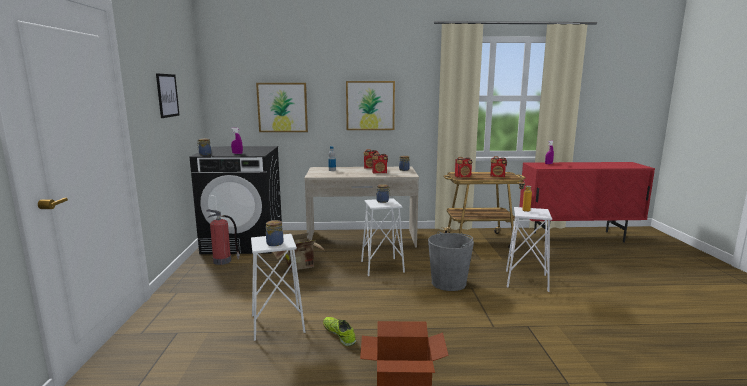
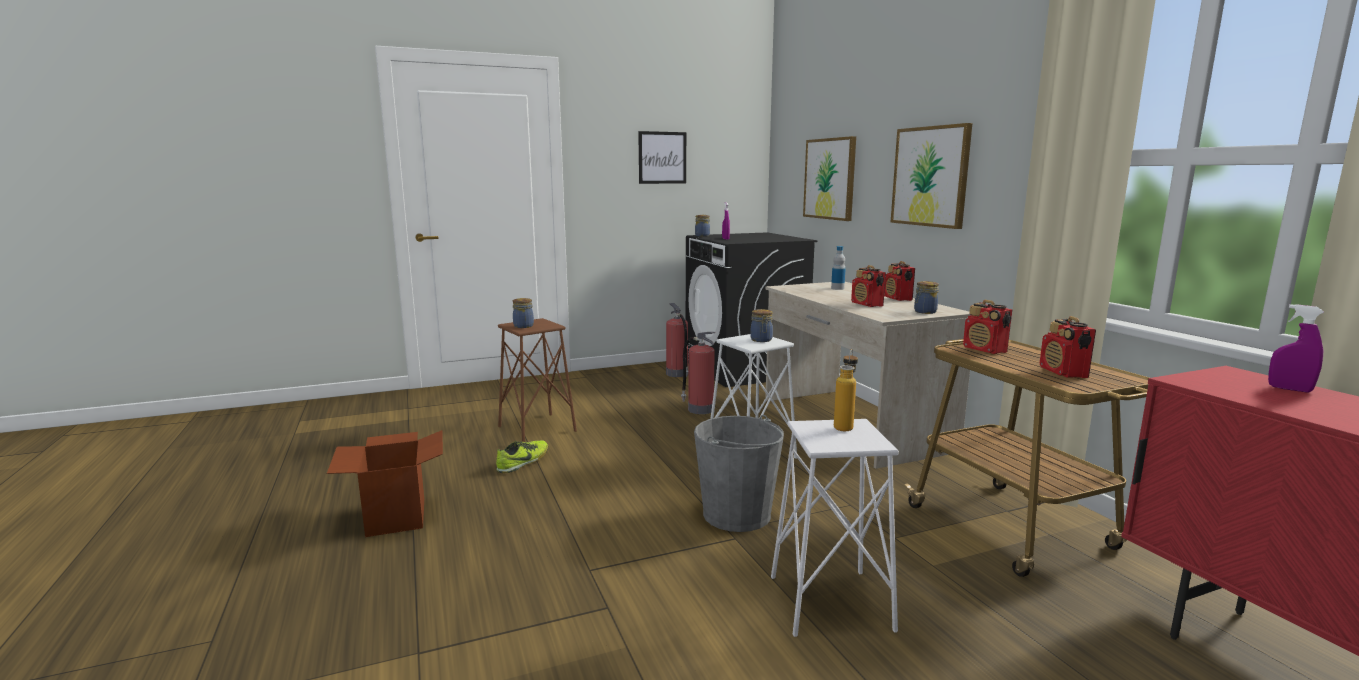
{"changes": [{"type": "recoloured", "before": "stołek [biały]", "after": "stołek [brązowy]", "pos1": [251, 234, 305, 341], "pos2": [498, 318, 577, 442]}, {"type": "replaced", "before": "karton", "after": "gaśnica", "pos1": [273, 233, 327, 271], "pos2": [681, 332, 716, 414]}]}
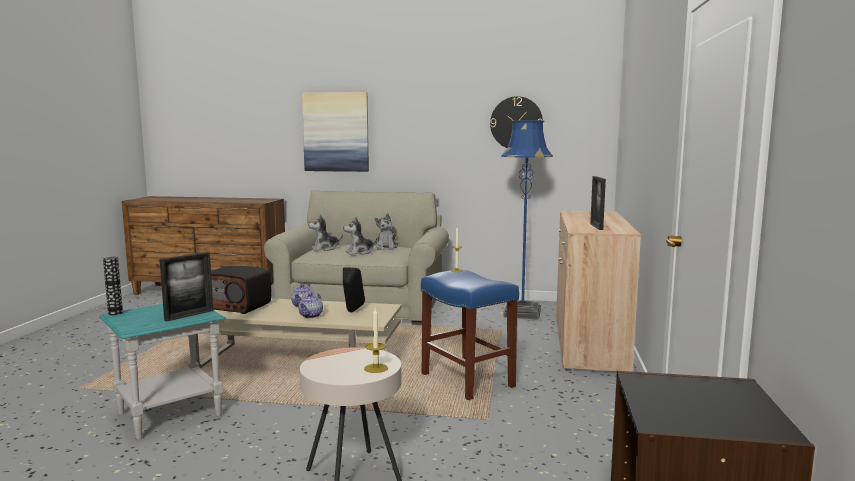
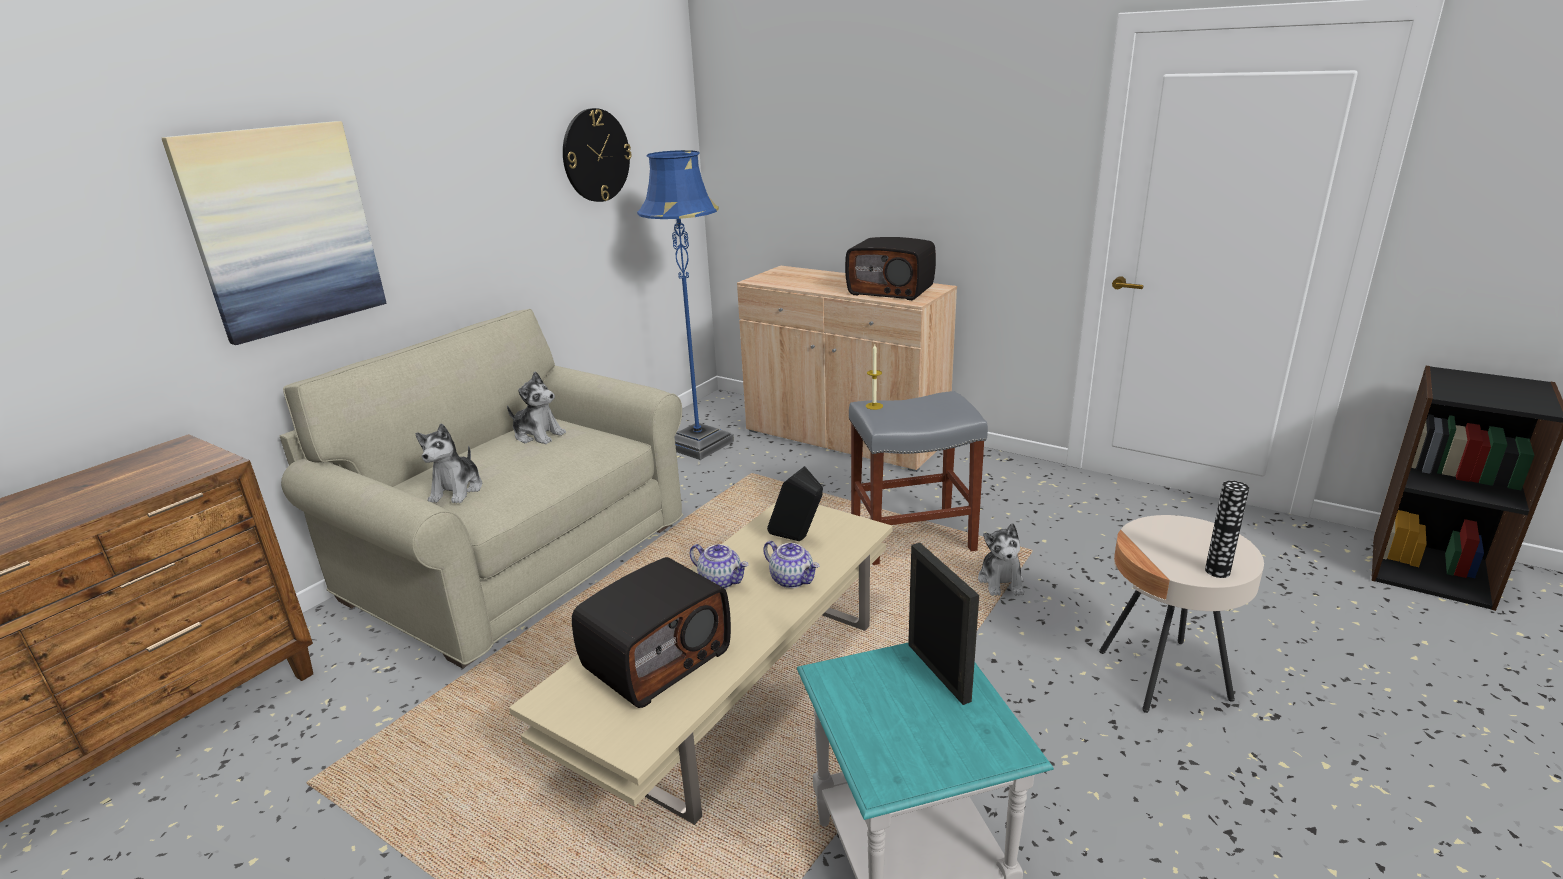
{"changes": [{"type": "replaced", "before": "ramka na zdjęcie", "after": "radio", "pos1": [590, 176, 606, 230], "pos2": [845, 237, 936, 300]}, {"type": "recoloured", "before": "stołek [niebieski]", "after": "stołek [szary]", "pos1": [421, 270, 519, 400], "pos2": [849, 391, 988, 565]}, {"type": "moved", "before": "pluszak", "pos1": [343, 217, 378, 255], "pos2": [978, 523, 1024, 596]}, {"type": "moved", "before": "wazon", "pos1": [103, 257, 123, 316], "pos2": [1205, 481, 1249, 578]}, {"type": "removed", "before": "świeca", "pos1": [364, 308, 388, 373]}]}
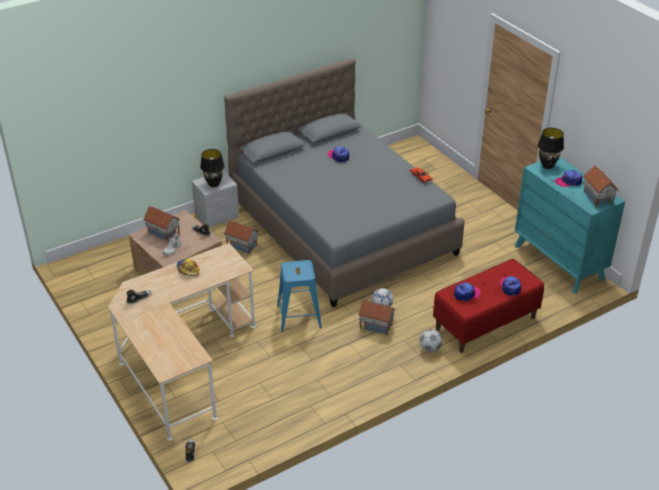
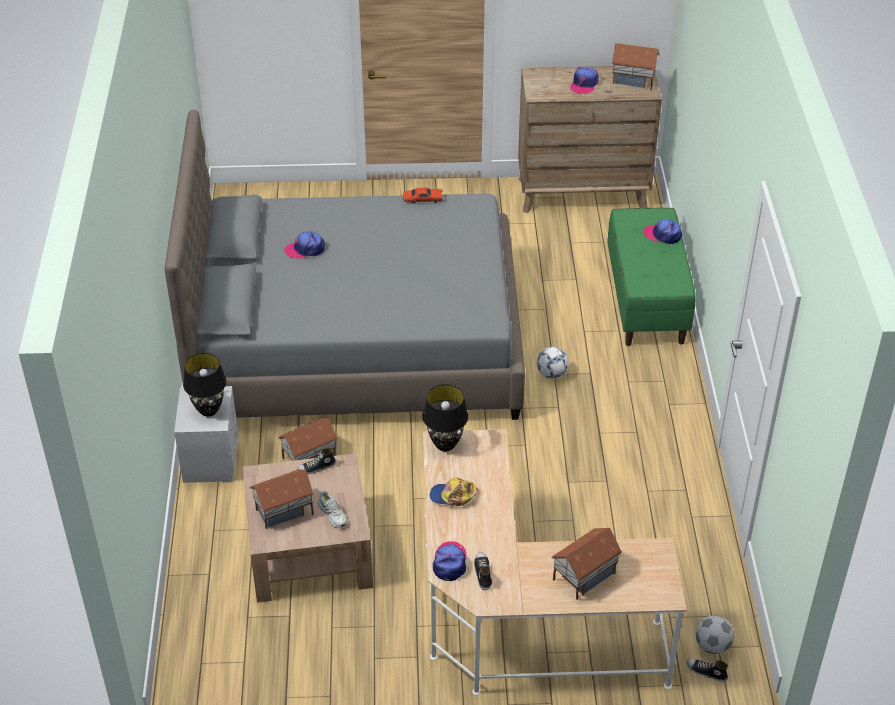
{"changes": [{"type": "moved", "before": "lampa stołowa [czarny]", "pos1": [538, 128, 564, 169], "pos2": [423, 384, 468, 451]}, {"type": "moved", "before": "czapka z daszkiem", "pos1": [454, 282, 481, 301], "pos2": [433, 541, 467, 581]}, {"type": "recoloured", "before": "komoda [turkusowy]", "after": "komoda [brązowy]", "pos1": [515, 157, 625, 294], "pos2": [518, 66, 662, 213]}, {"type": "moved", "before": "domek", "pos1": [358, 300, 396, 335], "pos2": [551, 528, 622, 600]}, {"type": "recoloured", "before": "ławka [czerwony]", "after": "ławka [zielony]", "pos1": [433, 259, 544, 353], "pos2": [607, 208, 696, 346]}, {"type": "moved", "before": "piłka futbolowa", "pos1": [420, 329, 442, 352], "pos2": [696, 615, 734, 654]}, {"type": "removed", "before": "stołek [niebieski]", "pos1": [277, 260, 322, 332]}]}
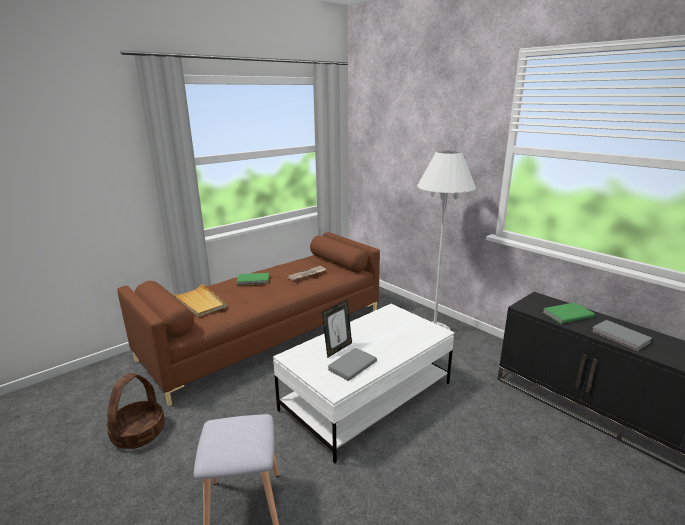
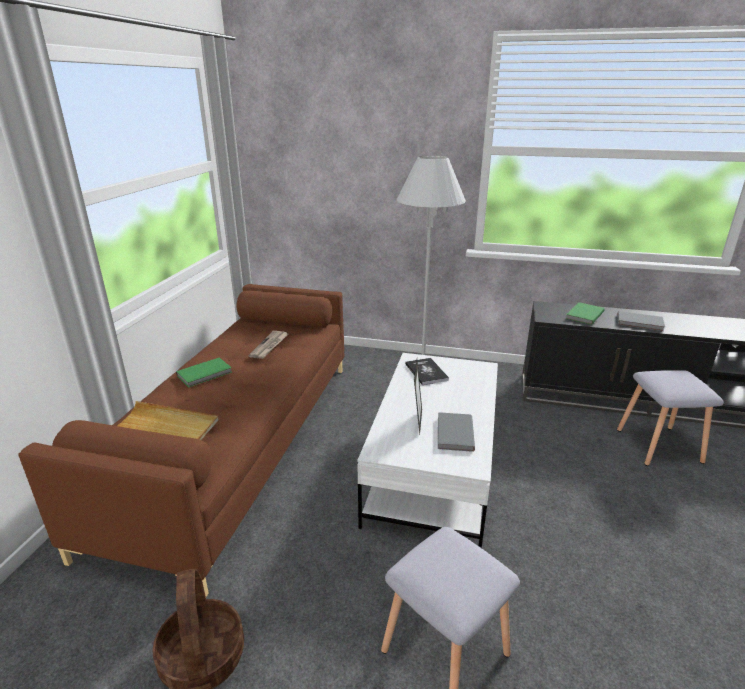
{"changes": [{"type": "added", "after": "książka", "pos2": [405, 358, 449, 385]}, {"type": "added", "after": "stołek [szary]", "pos2": [617, 370, 724, 466]}]}
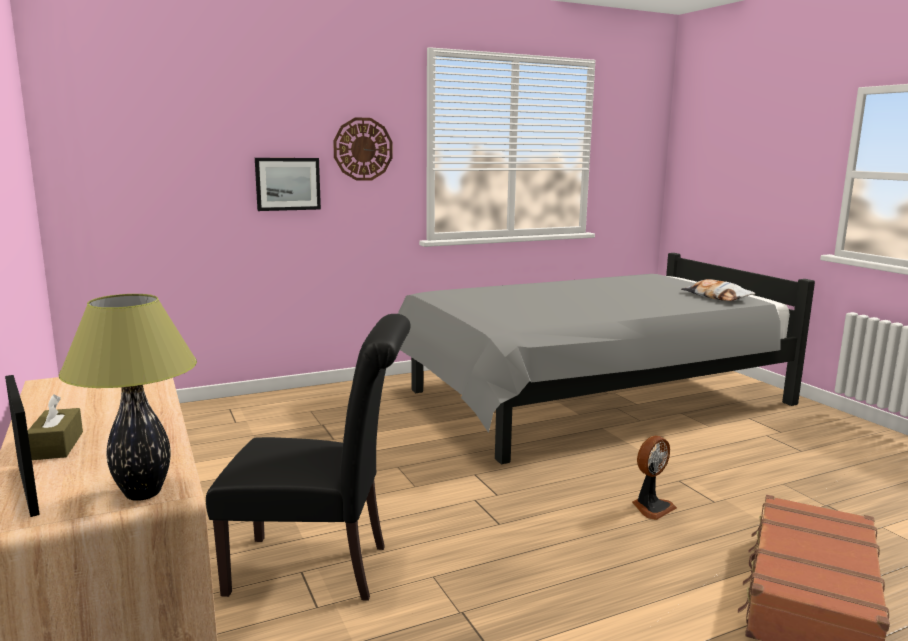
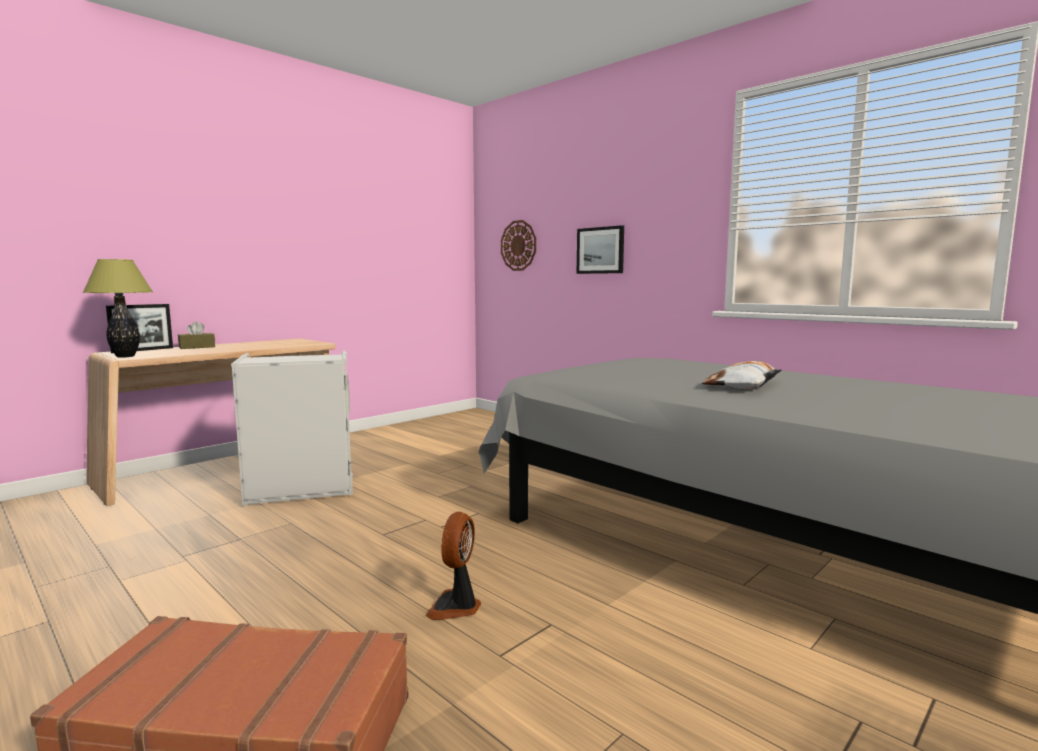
{"changes": [{"type": "replaced", "before": "krzesło [czarny]", "after": "kosz na pranie [szary]", "pos1": [206, 314, 411, 601], "pos2": [231, 350, 353, 506]}, {"type": "turned", "before": "wentylator", "pos1": [632, 436, 677, 520], "pos2": [425, 512, 481, 620], "turn": 75}, {"type": "moved", "before": "zegar ścienny", "pos1": [333, 117, 393, 181], "pos2": [501, 220, 536, 271]}, {"type": "moved", "before": "poduszka", "pos1": [681, 279, 756, 301], "pos2": [701, 361, 782, 390]}]}
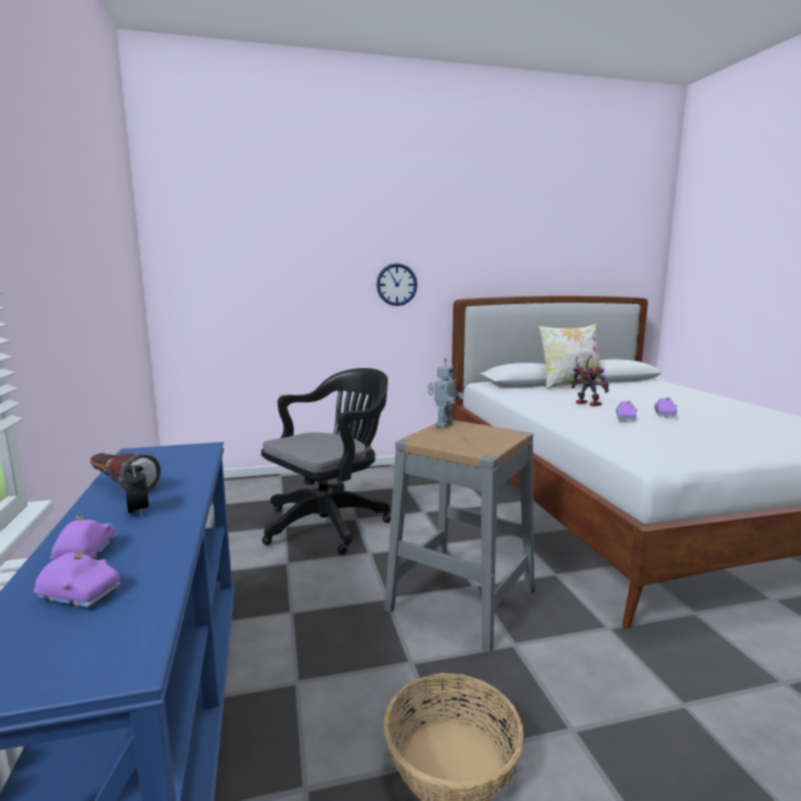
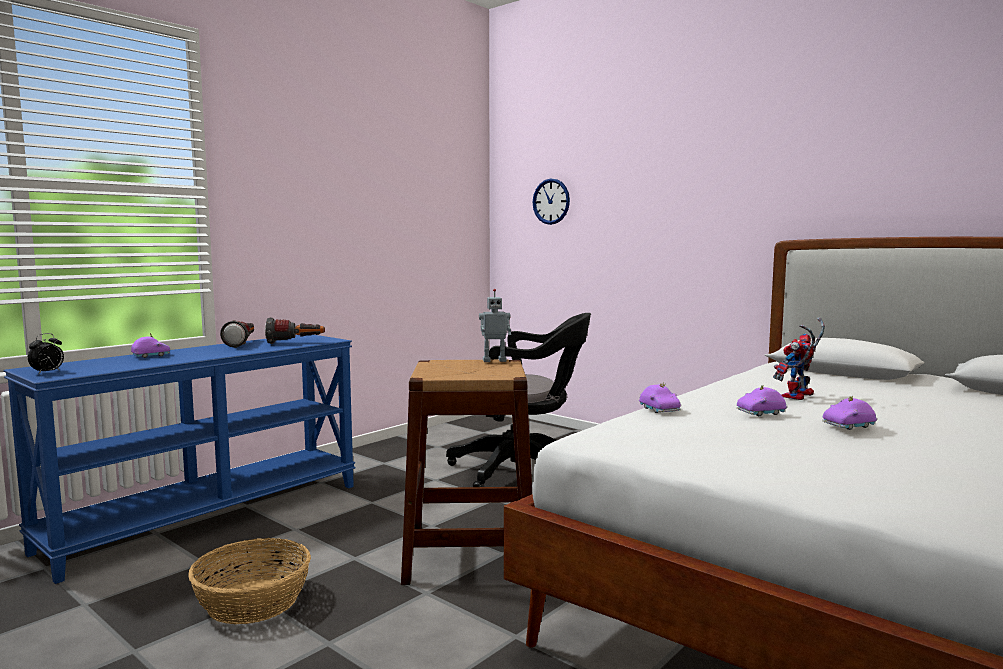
{"changes": [{"type": "moved", "before": "budzik", "pos1": [124, 460, 149, 517], "pos2": [28, 333, 64, 374]}, {"type": "added", "after": "latarka", "pos2": [265, 317, 325, 344]}, {"type": "recoloured", "before": "stołek [szary]", "after": "stołek [brązowy]", "pos1": [384, 420, 535, 653], "pos2": [401, 360, 532, 585]}, {"type": "moved", "before": "zegar ścienny", "pos1": [376, 263, 417, 306], "pos2": [532, 178, 570, 225]}, {"type": "moved", "before": "samochodzik [fioletowy]", "pos1": [34, 550, 120, 607], "pos2": [639, 382, 681, 413]}, {"type": "turned", "before": "robot zabawkowy", "pos1": [571, 355, 609, 407], "pos2": [773, 317, 825, 400], "turn": -150}, {"type": "removed", "before": "poduszka", "pos1": [539, 324, 602, 390]}]}
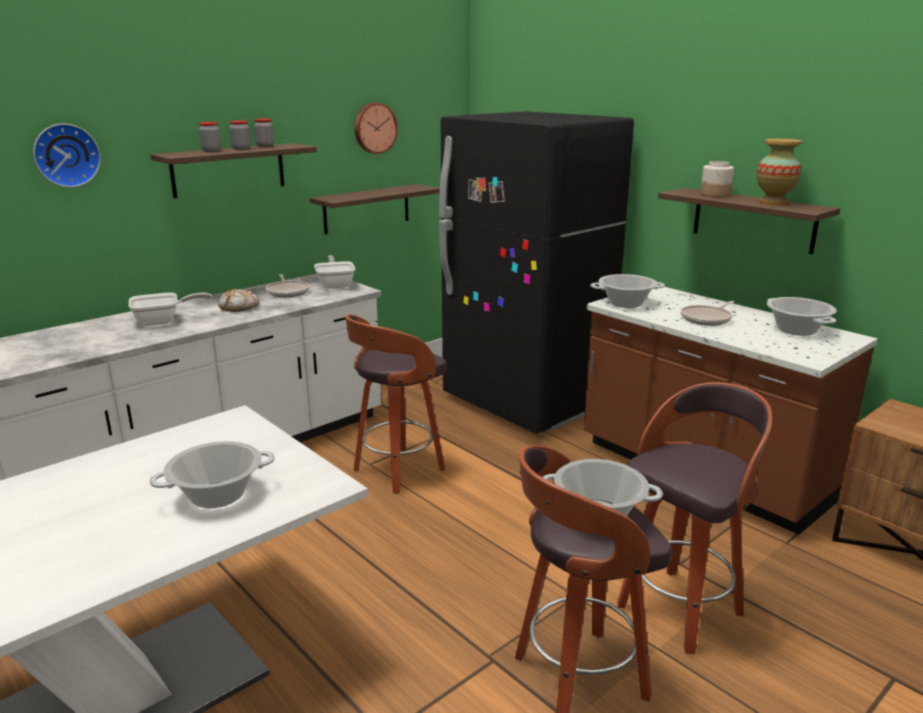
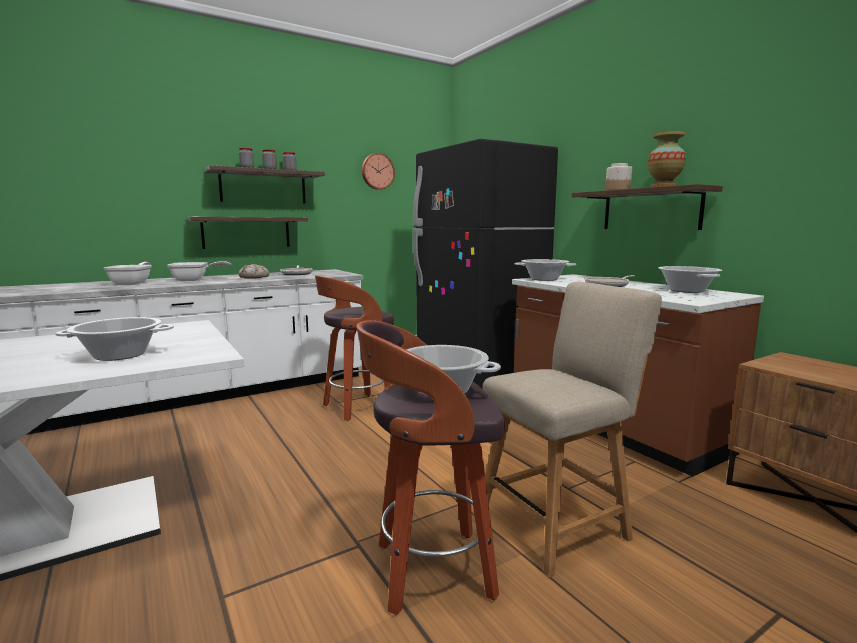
{"changes": [{"type": "moved", "before": "patelnia", "pos1": [314, 255, 355, 289], "pos2": [103, 262, 152, 285]}, {"type": "moved", "before": "półka", "pos1": [310, 184, 440, 235], "pos2": [186, 217, 308, 249]}, {"type": "replaced", "before": "stołek", "after": "krzesło [beżowy]", "pos1": [617, 382, 772, 654], "pos2": [482, 282, 662, 578]}, {"type": "removed", "before": "zegar ścienny", "pos1": [33, 124, 101, 187]}]}
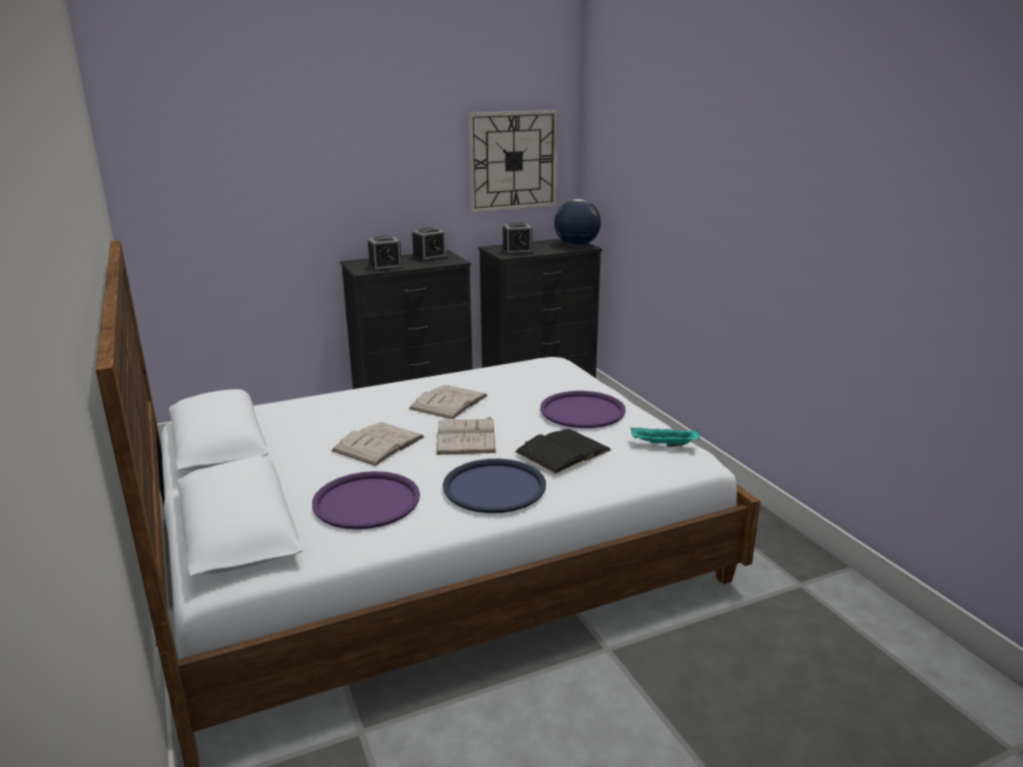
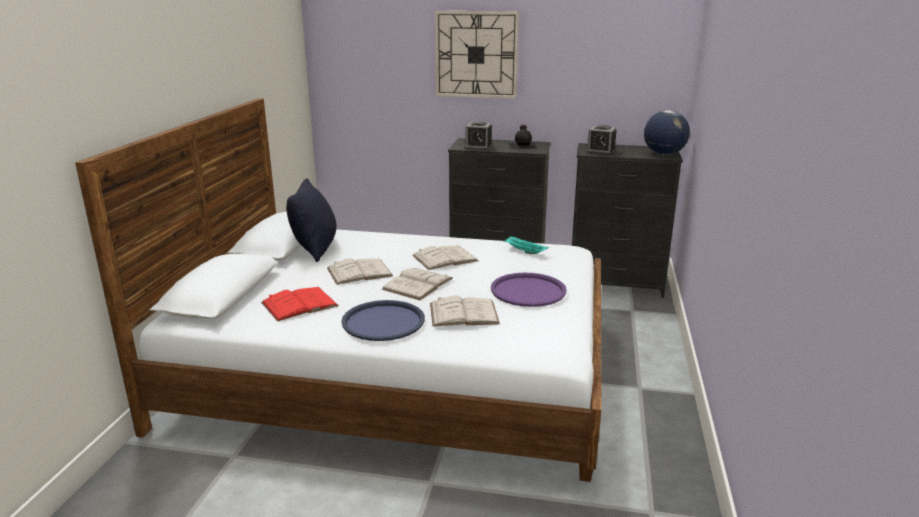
{"changes": [{"type": "replaced", "before": "taca [fioletowy]", "after": "książka [czerwony]", "pos1": [312, 471, 420, 529], "pos2": [261, 287, 339, 322]}, {"type": "added", "after": "poduszka [czarny]", "pos2": [286, 178, 337, 262]}, {"type": "recoloured", "before": "książka [czarny]", "after": "książka [biały]", "pos1": [515, 429, 611, 474], "pos2": [430, 296, 500, 327]}, {"type": "moved", "before": "zegar ścienny", "pos1": [468, 110, 558, 213], "pos2": [435, 11, 519, 99]}, {"type": "moved", "before": "taca [turkusowy]", "pos1": [631, 427, 700, 447], "pos2": [504, 236, 549, 254]}, {"type": "replaced", "before": "budzik", "after": "butelka [czarny]", "pos1": [412, 227, 447, 262], "pos2": [509, 125, 538, 149]}]}
